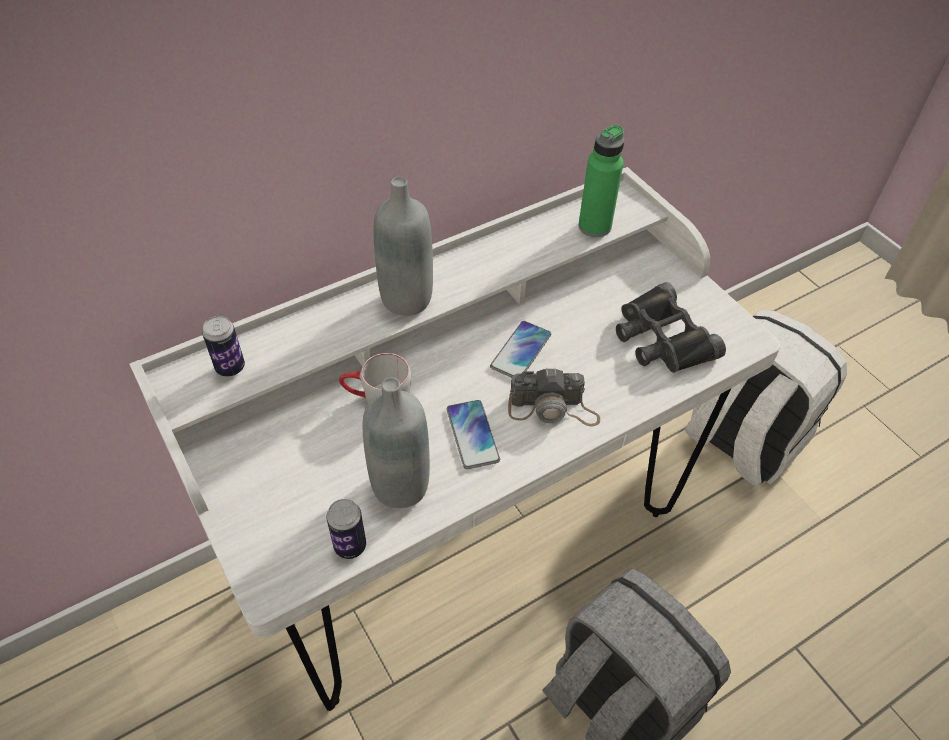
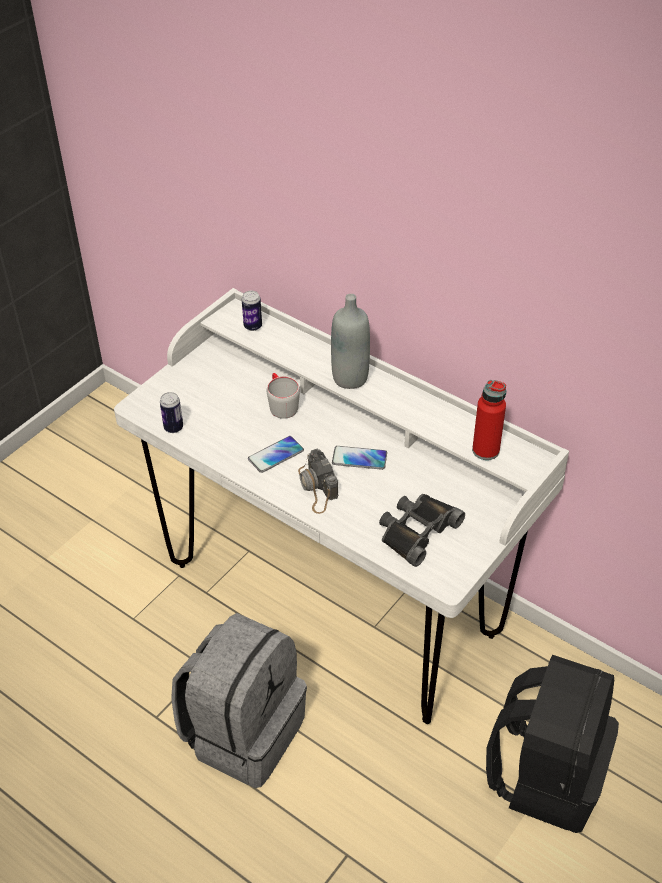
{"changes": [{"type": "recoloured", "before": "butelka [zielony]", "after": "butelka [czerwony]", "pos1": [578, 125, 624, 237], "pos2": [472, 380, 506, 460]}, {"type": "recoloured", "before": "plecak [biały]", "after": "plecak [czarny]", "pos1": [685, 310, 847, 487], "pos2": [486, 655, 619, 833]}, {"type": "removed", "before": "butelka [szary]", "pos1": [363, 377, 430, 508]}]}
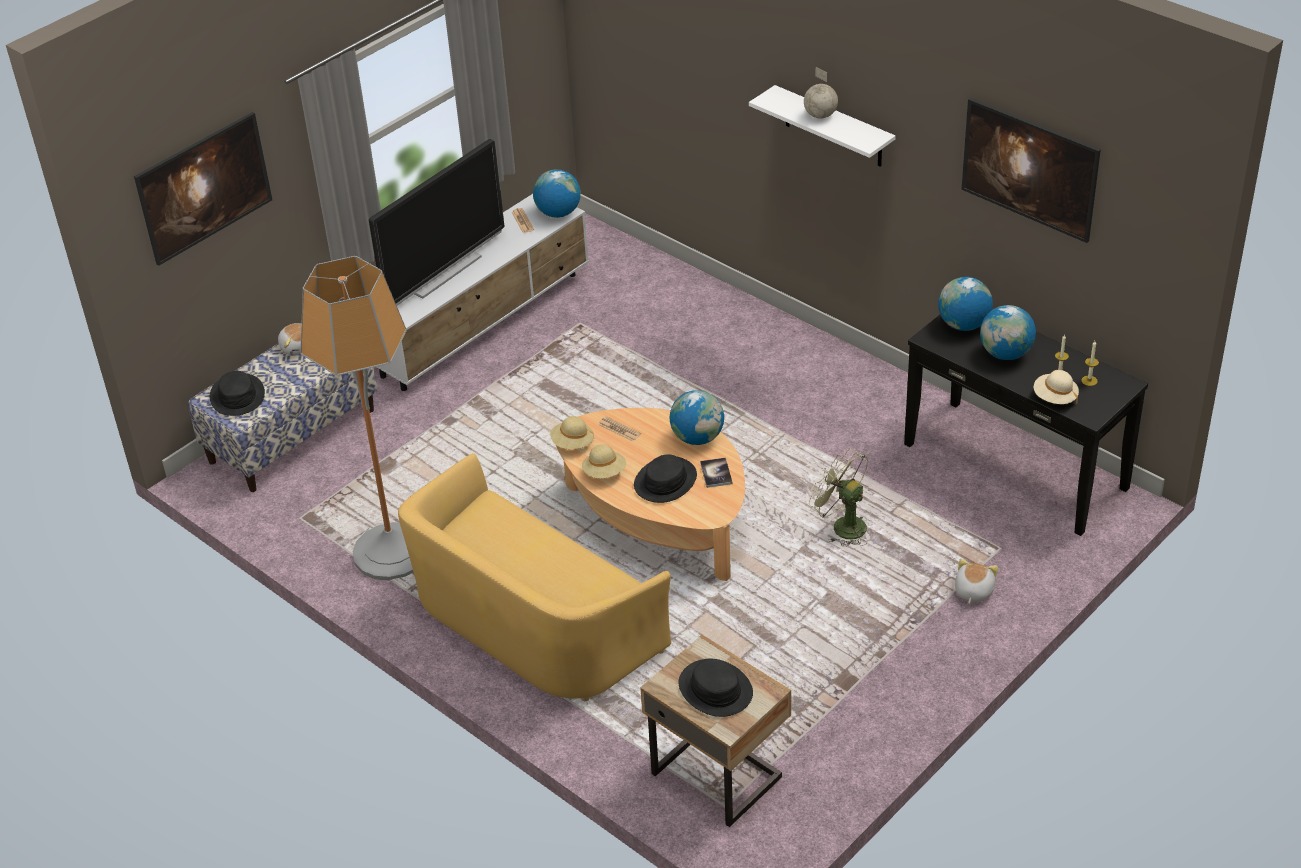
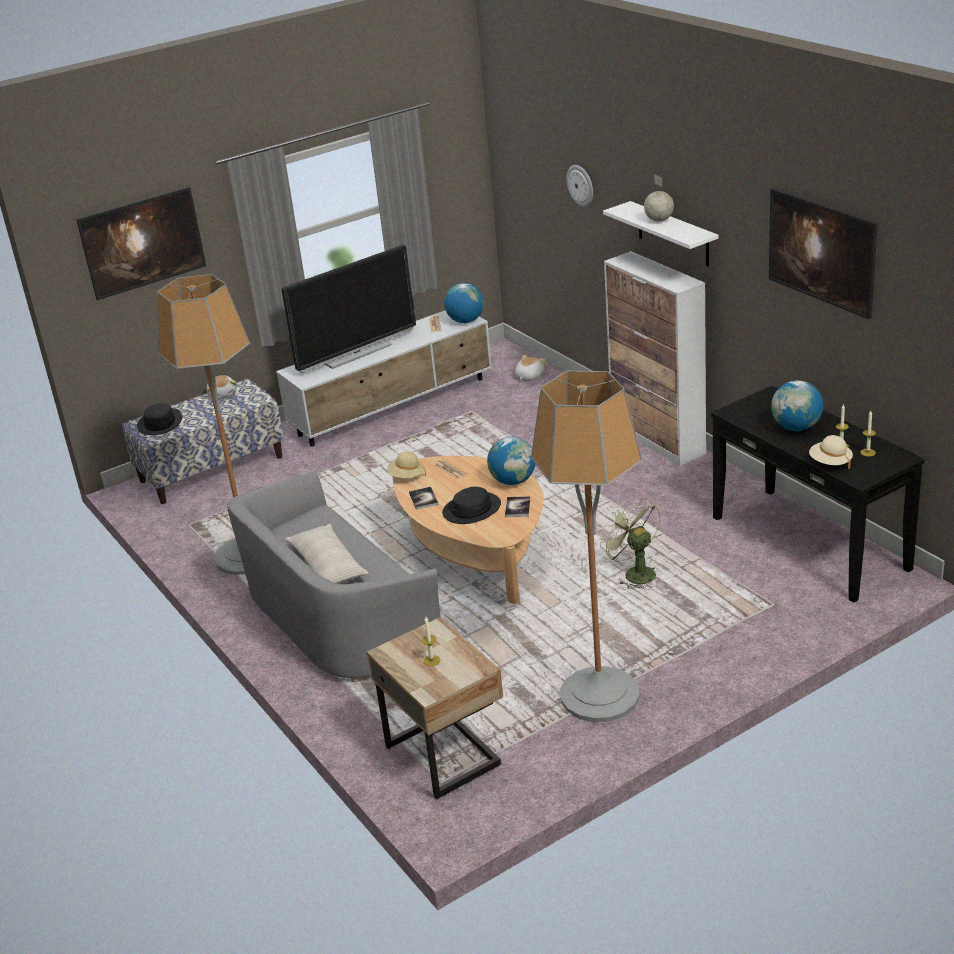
{"changes": [{"type": "recoloured", "before": "kanapa [żółty]", "after": "kanapa [szary]", "pos1": [398, 453, 671, 701], "pos2": [227, 471, 441, 682]}, {"type": "added", "after": "poduszka [beżowy]", "pos2": [285, 524, 369, 584]}, {"type": "replaced", "before": "kapelusz [beżowy]", "after": "książka", "pos1": [582, 444, 626, 479], "pos2": [409, 487, 439, 510]}, {"type": "replaced", "before": "kapelusz [czarny]", "after": "świeca", "pos1": [678, 659, 753, 717], "pos2": [422, 617, 440, 666]}, {"type": "moved", "before": "pluszak", "pos1": [955, 559, 998, 603], "pos2": [515, 355, 546, 381]}, {"type": "added", "after": "lampa stojąca", "pos2": [531, 371, 642, 722]}, {"type": "added", "after": "zegar ścienny", "pos2": [566, 165, 593, 207]}, {"type": "added", "after": "szafka", "pos2": [604, 251, 706, 465]}, {"type": "removed", "before": "globus", "pos1": [938, 277, 993, 331]}]}
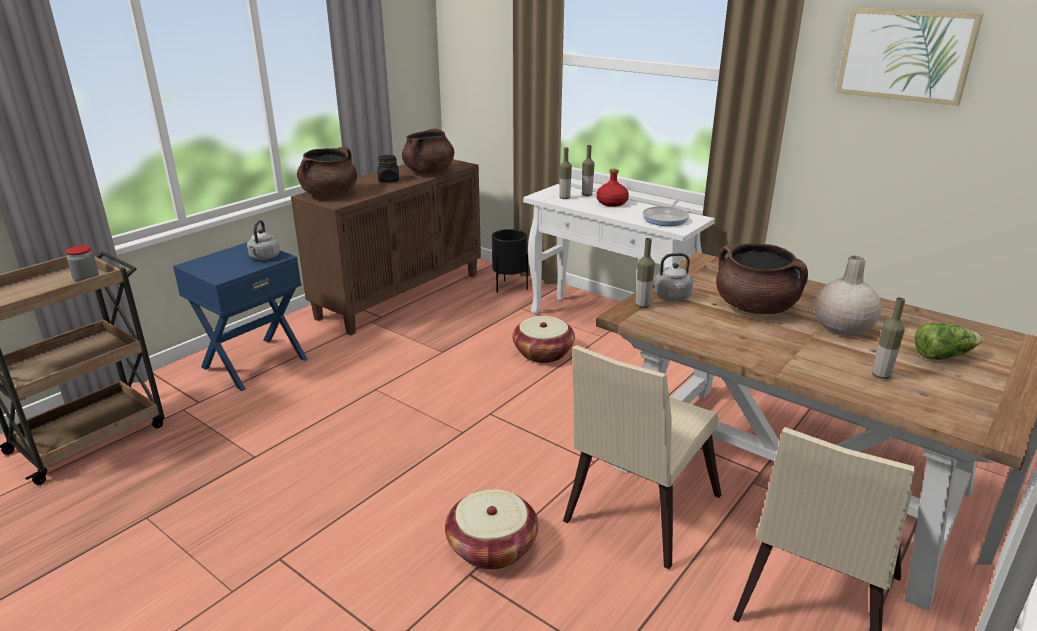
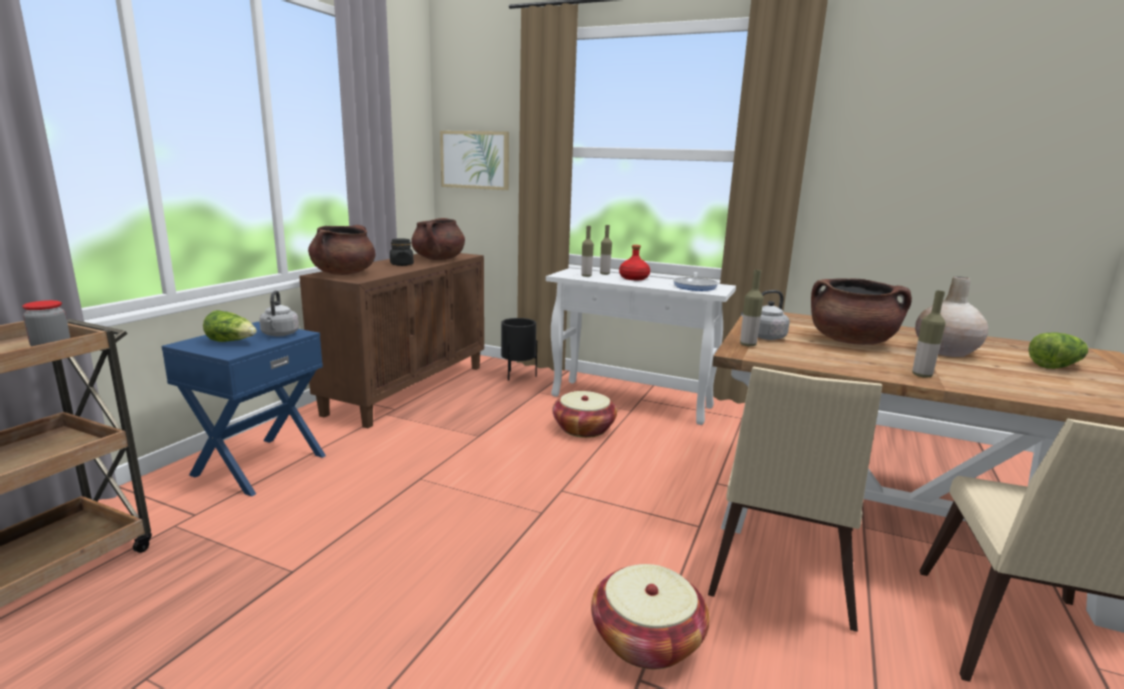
{"changes": [{"type": "added", "after": "sałata", "pos2": [203, 310, 257, 342]}, {"type": "moved", "before": "obraz", "pos1": [836, 8, 984, 106], "pos2": [440, 131, 509, 190]}, {"type": "moved", "before": "butelka", "pos1": [872, 297, 905, 379], "pos2": [912, 290, 946, 378]}]}
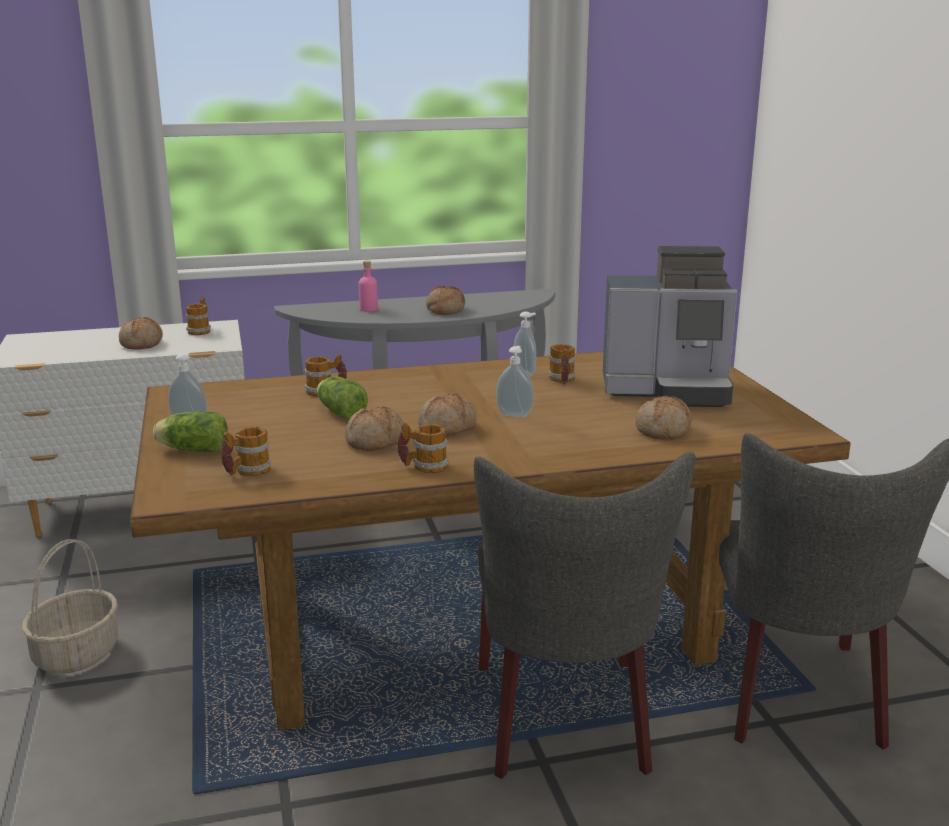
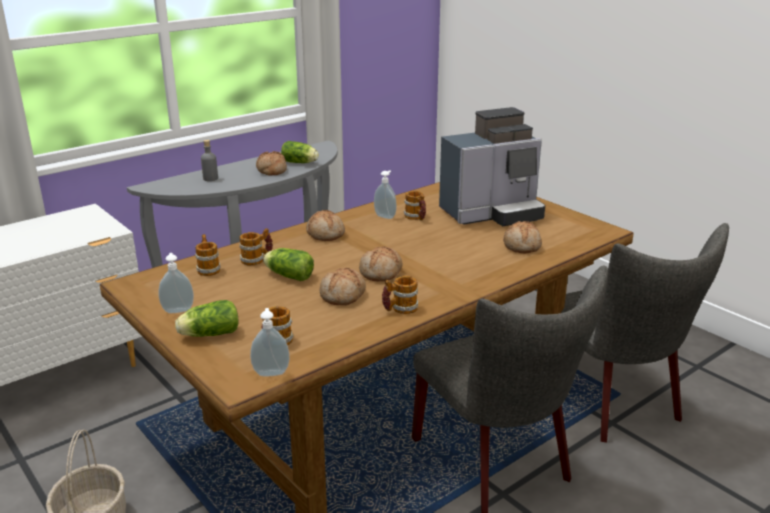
{"changes": [{"type": "moved", "before": "kubek", "pos1": [185, 297, 211, 335], "pos2": [195, 234, 221, 276]}, {"type": "recoloured", "before": "butelka [różowy]", "after": "butelka [szary]", "pos1": [359, 261, 378, 312], "pos2": [201, 140, 218, 181]}, {"type": "moved", "before": "dozownik mydła", "pos1": [496, 346, 534, 417], "pos2": [250, 308, 290, 376]}, {"type": "added", "after": "sałata", "pos2": [281, 141, 319, 163]}, {"type": "moved", "before": "chleb", "pos1": [119, 317, 163, 350], "pos2": [306, 210, 345, 241]}]}
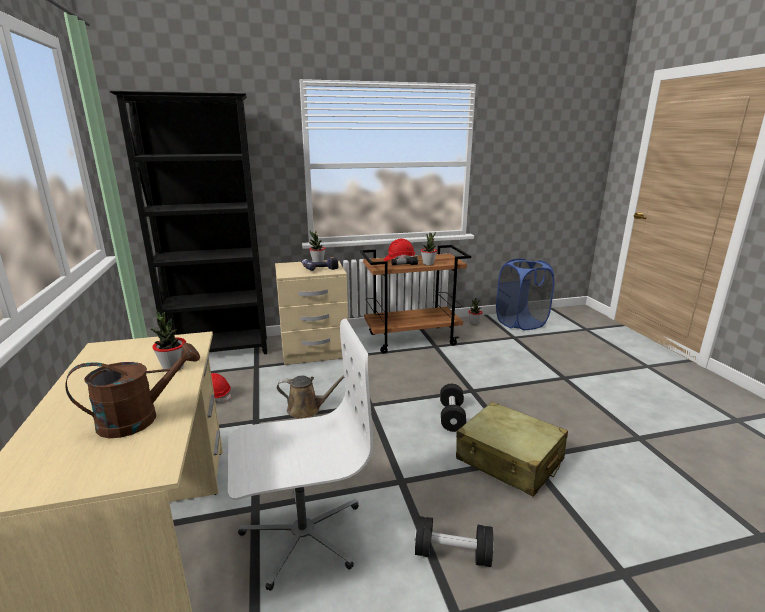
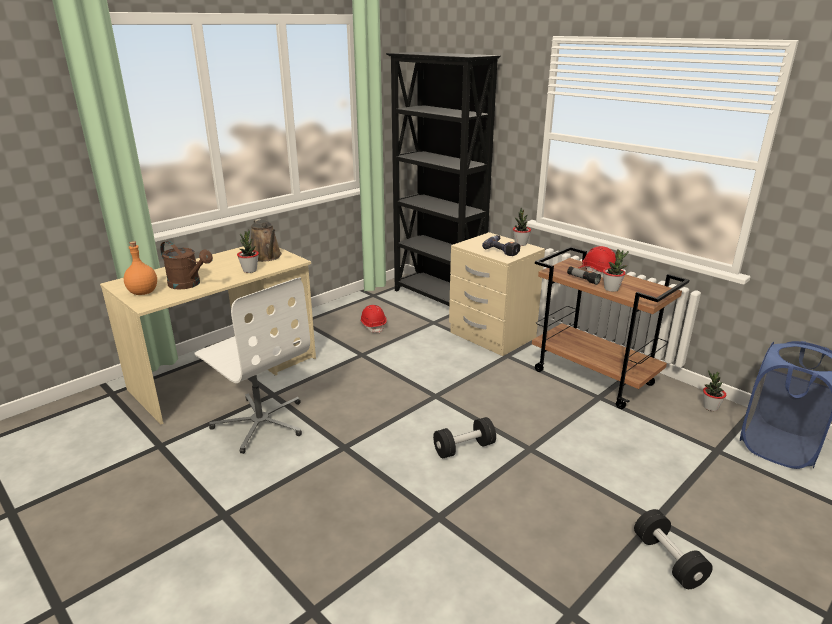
{"changes": [{"type": "added", "after": "butelka [pomarańczowy]", "pos2": [124, 241, 157, 295]}, {"type": "moved", "before": "konewka [brązowy]", "pos1": [277, 375, 344, 419], "pos2": [250, 219, 282, 262]}, {"type": "moved", "before": "hantel [czarny]", "pos1": [415, 516, 494, 567], "pos2": [634, 509, 713, 589]}, {"type": "removed", "before": "walizka [beżowy]", "pos1": [456, 402, 568, 496]}]}
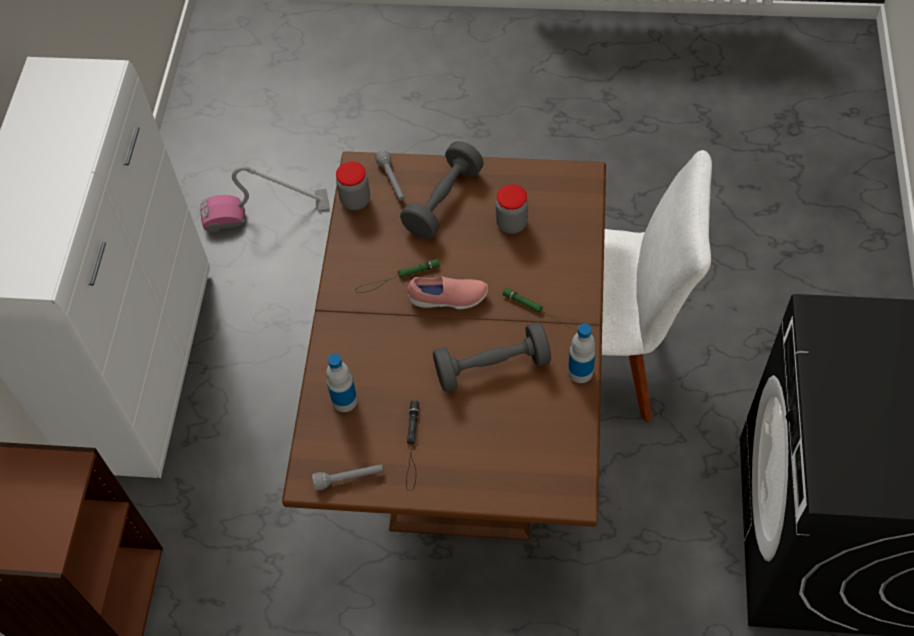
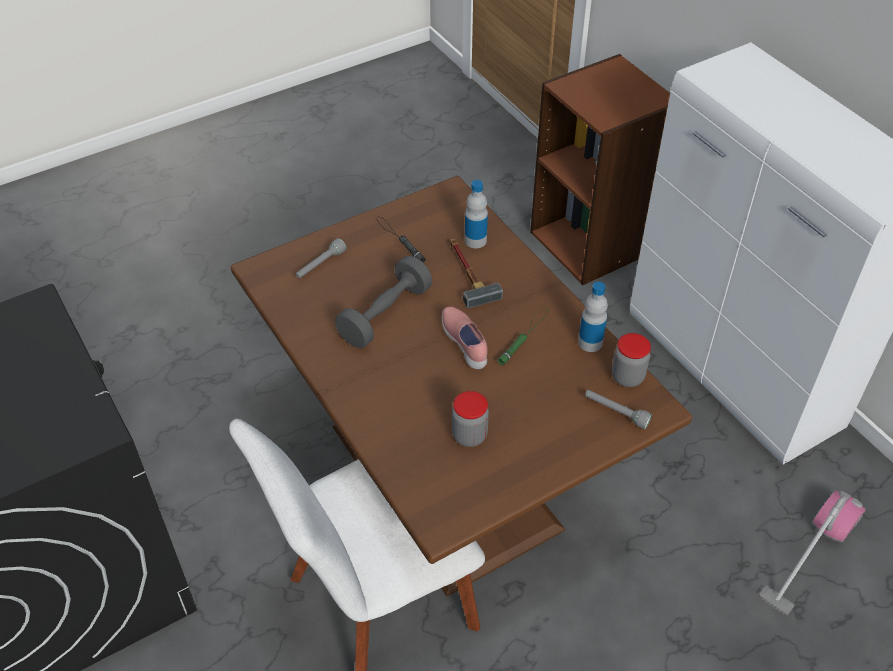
{"changes": [{"type": "moved", "before": "latarka [szary]", "pos1": [312, 464, 383, 491], "pos2": [296, 238, 346, 278]}, {"type": "turned", "before": "but [różowy]", "pos1": [407, 277, 488, 309], "pos2": [442, 307, 488, 369], "turn": 105}, {"type": "added", "after": "młotek", "pos2": [450, 239, 503, 308]}, {"type": "moved", "before": "butelka", "pos1": [568, 323, 596, 383], "pos2": [578, 282, 608, 352]}, {"type": "removed", "before": "hantel [szary]", "pos1": [400, 141, 484, 238]}, {"type": "removed", "before": "latarka [zielony]", "pos1": [502, 287, 580, 331]}]}
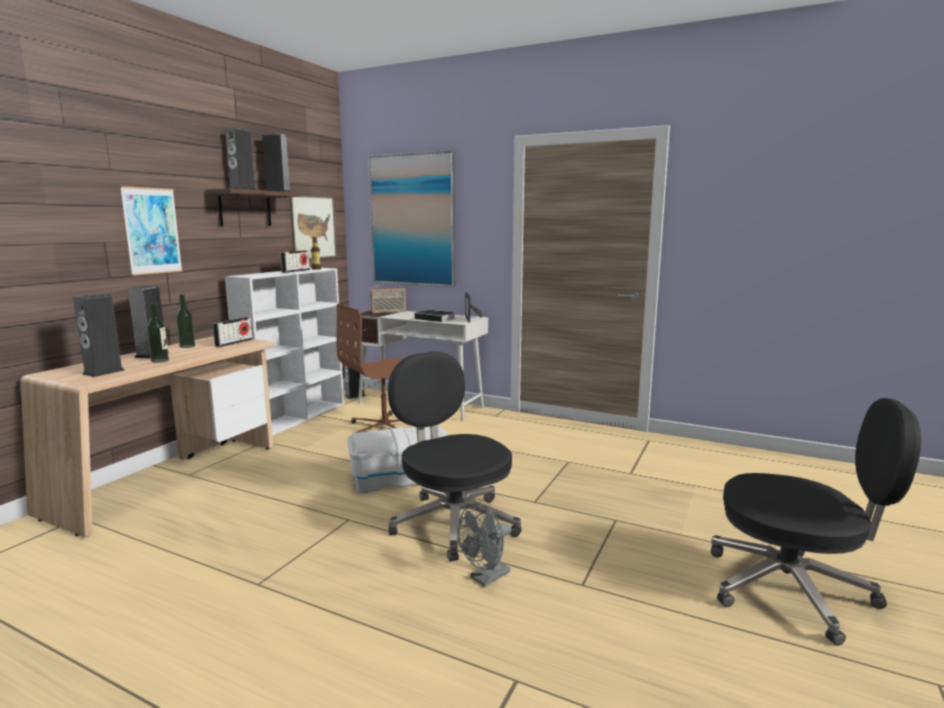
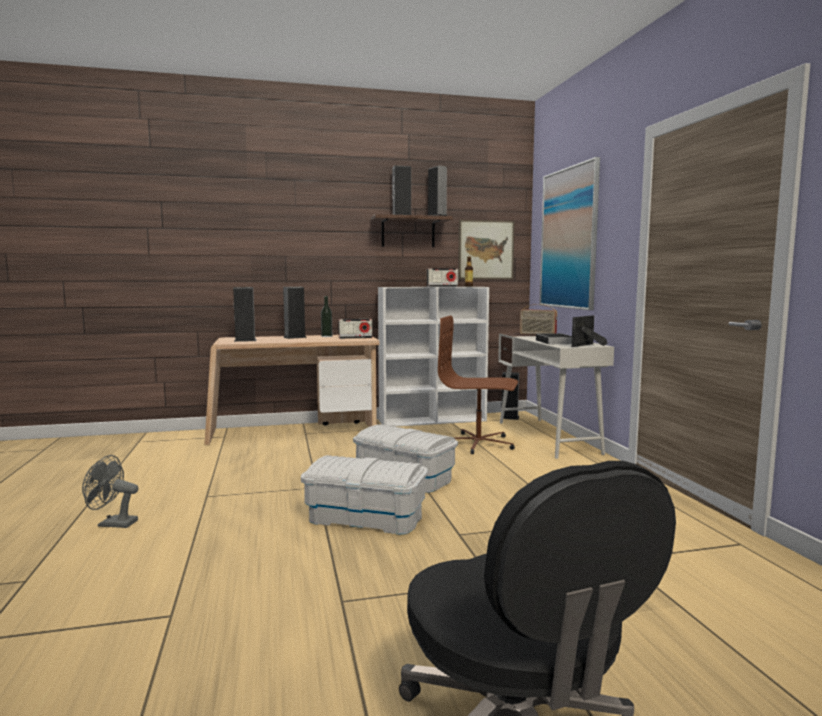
{"changes": [{"type": "moved", "before": "wentylator [szary]", "pos1": [458, 503, 511, 587], "pos2": [82, 455, 138, 528]}, {"type": "replaced", "before": "krzesło biurowe [czarny]", "after": "pojemnik do przechowywania [biały]", "pos1": [388, 352, 522, 562], "pos2": [301, 455, 428, 535]}, {"type": "removed", "before": "obraz", "pos1": [120, 186, 183, 276]}, {"type": "removed", "before": "butelka", "pos1": [147, 303, 169, 363]}]}
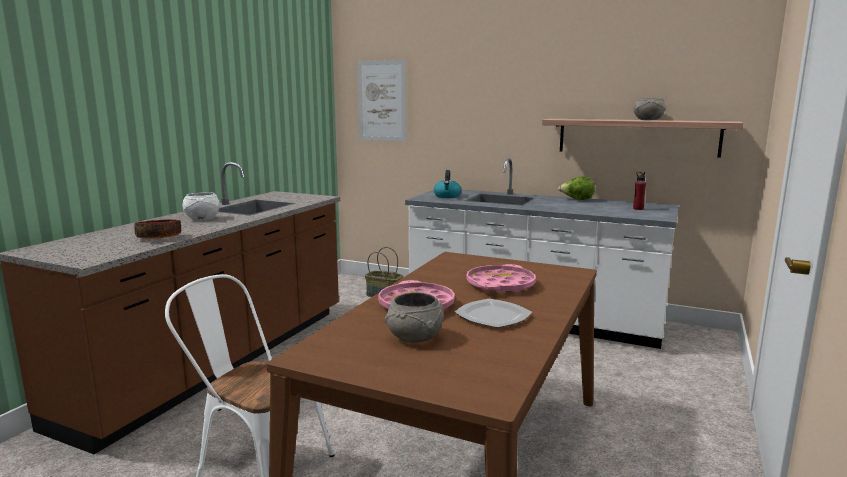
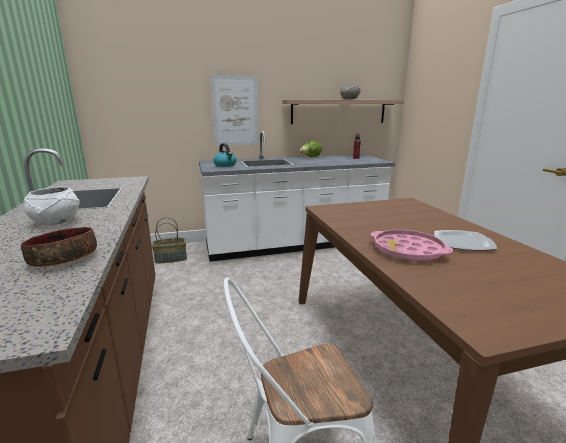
{"changes": [{"type": "moved", "before": "obraz", "pos1": [357, 60, 406, 142], "pos2": [210, 75, 259, 146]}, {"type": "removed", "before": "miska [szary]", "pos1": [385, 292, 443, 342]}, {"type": "removed", "before": "taca [różowy]", "pos1": [466, 264, 536, 293]}]}
